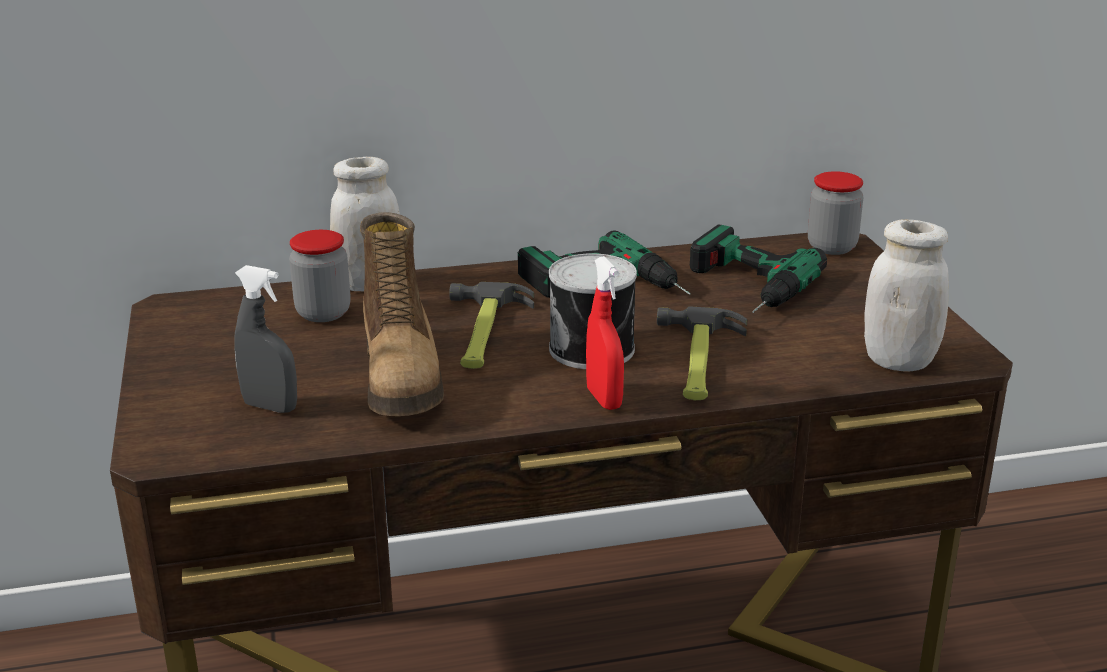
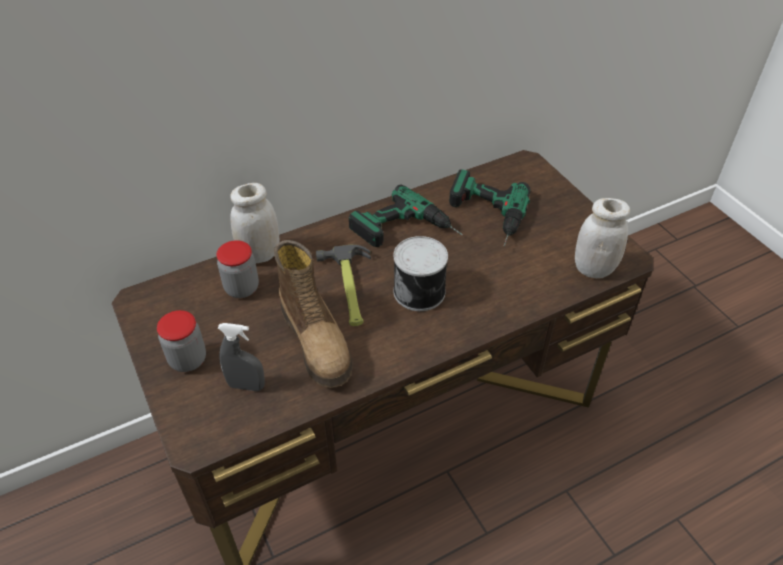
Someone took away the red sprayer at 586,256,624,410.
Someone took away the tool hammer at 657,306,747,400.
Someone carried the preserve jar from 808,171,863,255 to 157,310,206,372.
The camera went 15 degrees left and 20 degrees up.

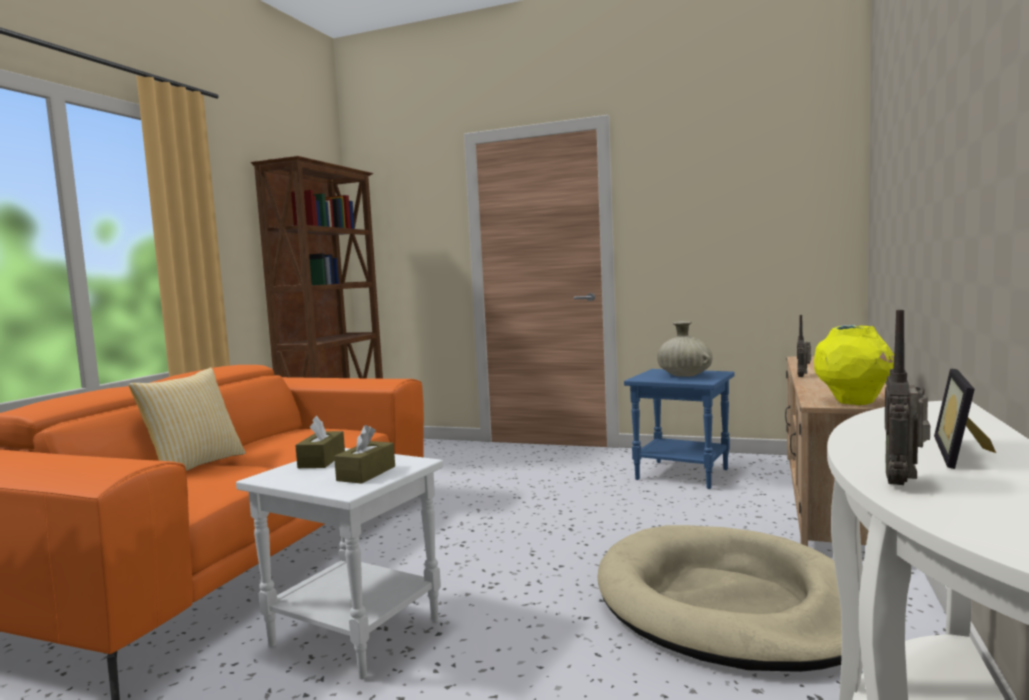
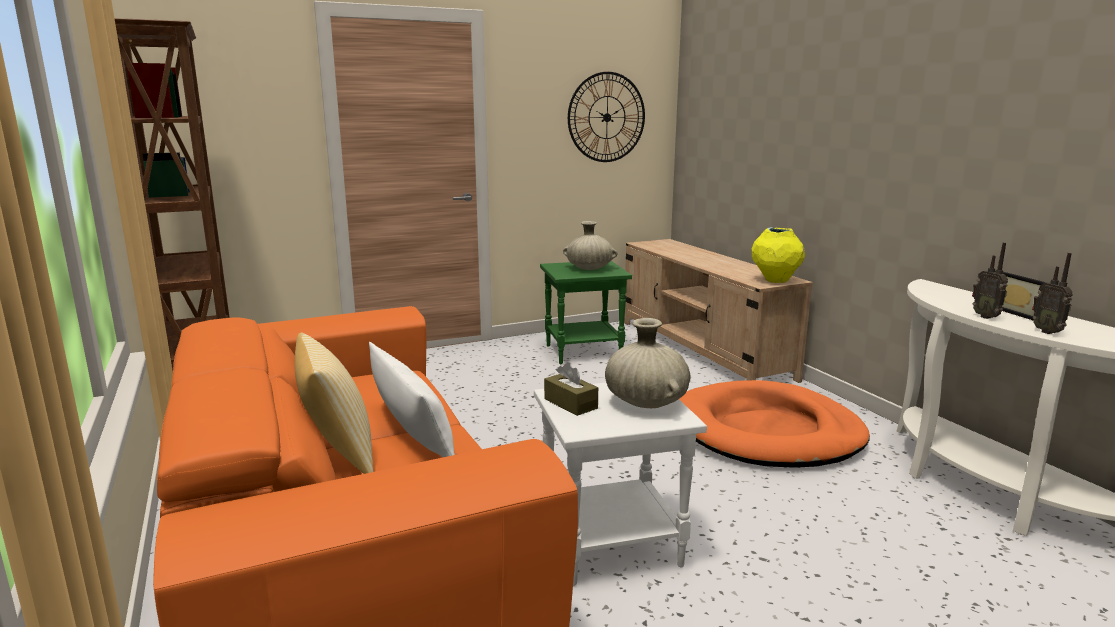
Someone put down the white cushion at 369,342,455,457.
Someone put up the clock on the wall at 568,72,645,162.
Someone carried the radio receiver from 797,315,811,377 to 972,242,1008,319.
Someone swapped the brown tissue holder at 334,425,395,484 for the sand-coloured flower vase at 605,318,691,408.
Someone repainted the sand-coloured dog bed at 597,525,842,672, which became the orangey dog bed at 679,380,870,468.
Someone repainted the bluish side table at 624,369,735,489, which became the greenish side table at 540,261,632,364.
The camera went 45 degrees left and 10 degrees up.

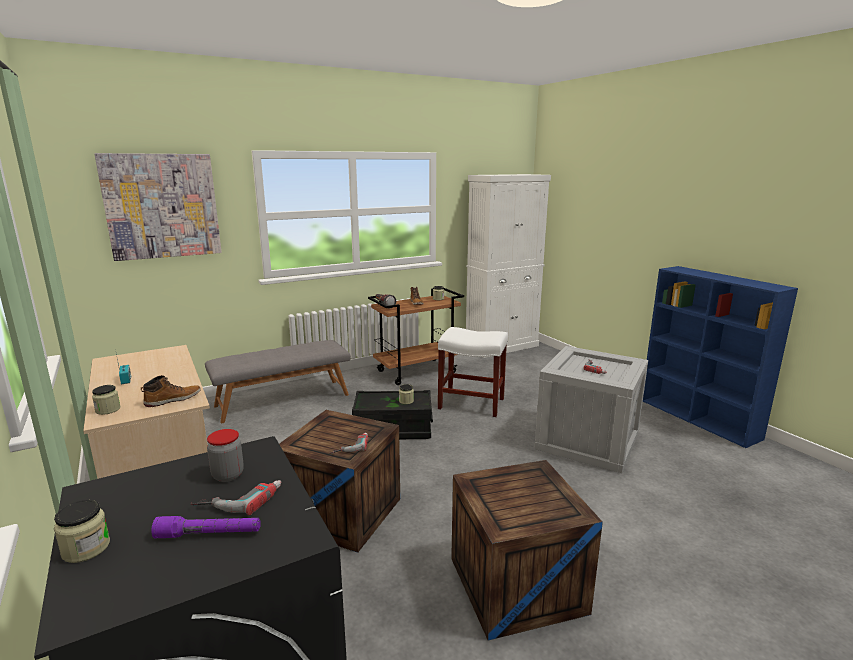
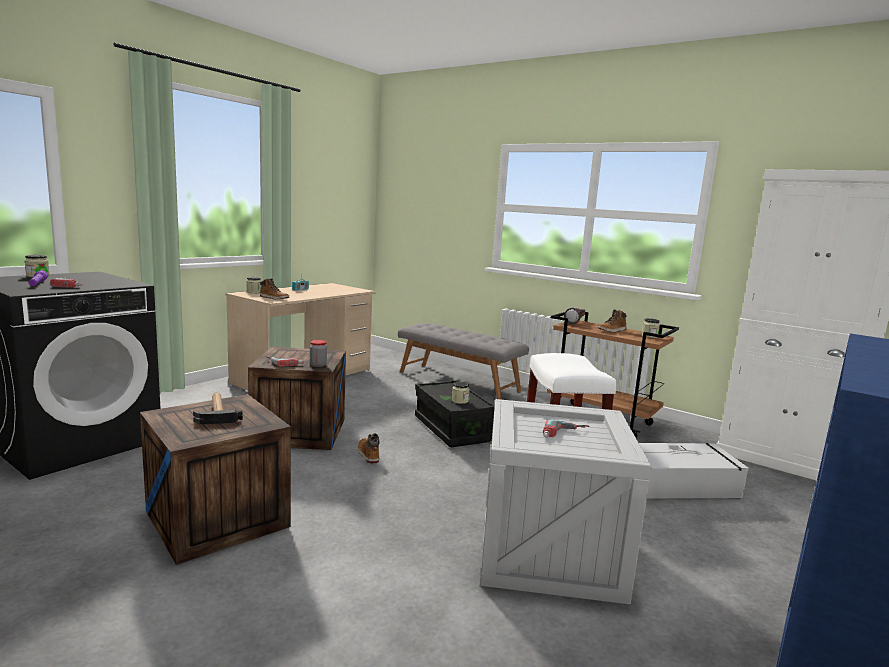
Someone took away the wall art at 94,153,222,261.
Someone put down the tool hammer at 193,393,243,424.
Someone put down the tall boot at 357,433,380,464.
Someone put down the grey storage bin at 639,443,749,498.
Someone carried the preserve jar from 207,429,244,482 to 310,340,327,367.
The camera went 65 degrees right and 5 degrees down.

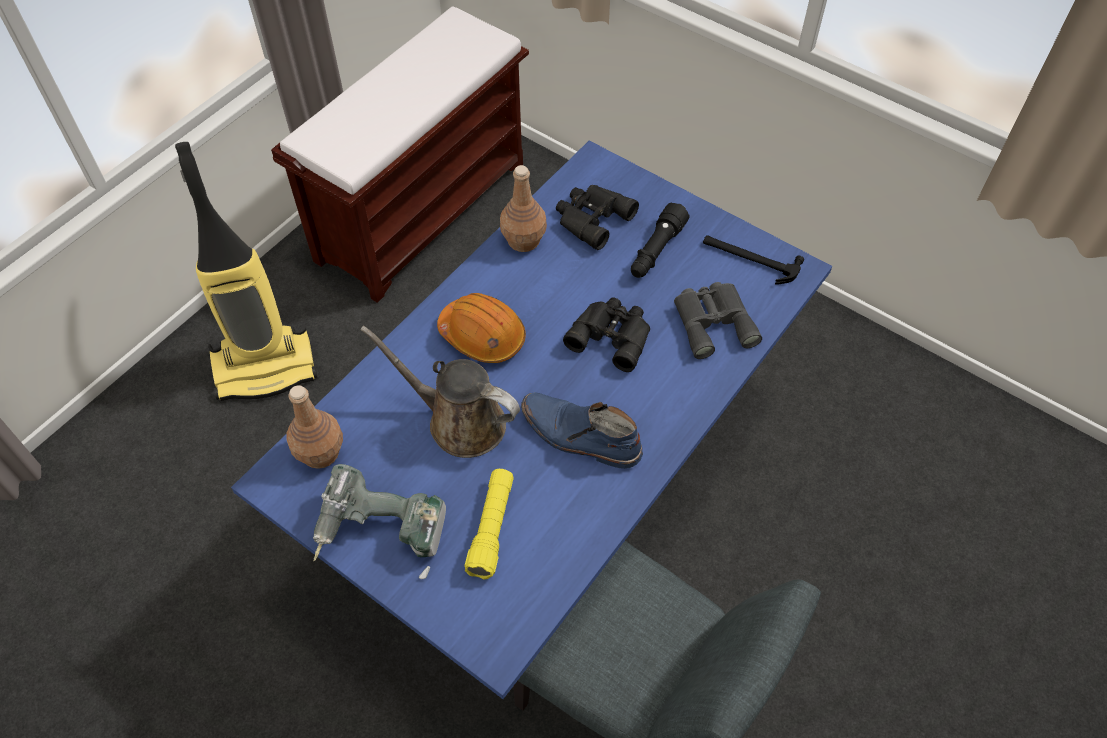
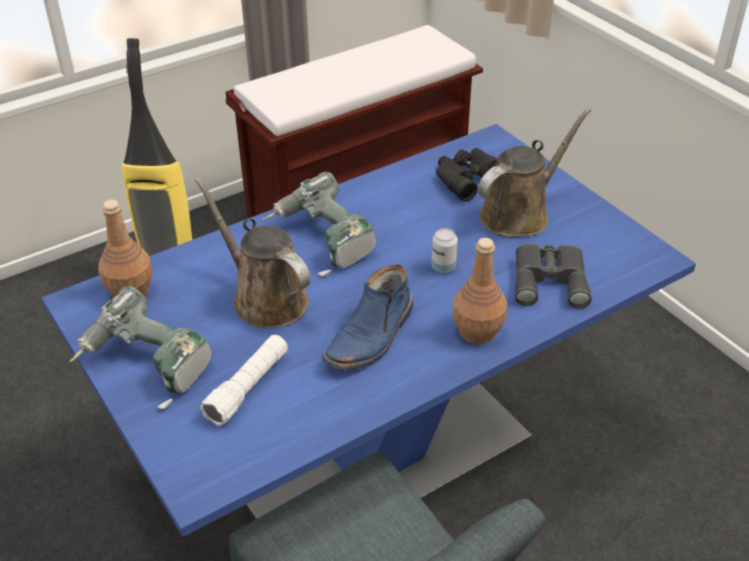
Someone took away the tool hammer at 703,235,804,285.
Someone carried the brown drink bottle from 500,165,547,252 to 452,238,507,344.
Someone swapped the orangey work helmet at 437,293,526,363 for the power drill at 262,172,376,277.
Someone swapped the blackish binoculars at 563,297,650,372 for the can at 432,228,458,273.
Someone swapped the blackish flashlight at 631,202,689,278 for the brown watering pot at 478,108,592,237.
Someone repainted the yellow-coloured flashlight at 464,469,514,580, which became the white flashlight at 200,335,288,426.
Someone rotated the bluish tall boot at 521,393,643,469 by 105 degrees counterclockwise.
The camera went 20 degrees right and 15 degrees down.

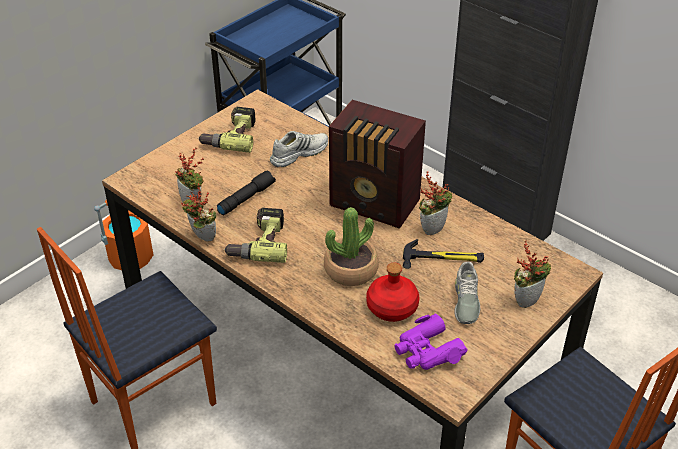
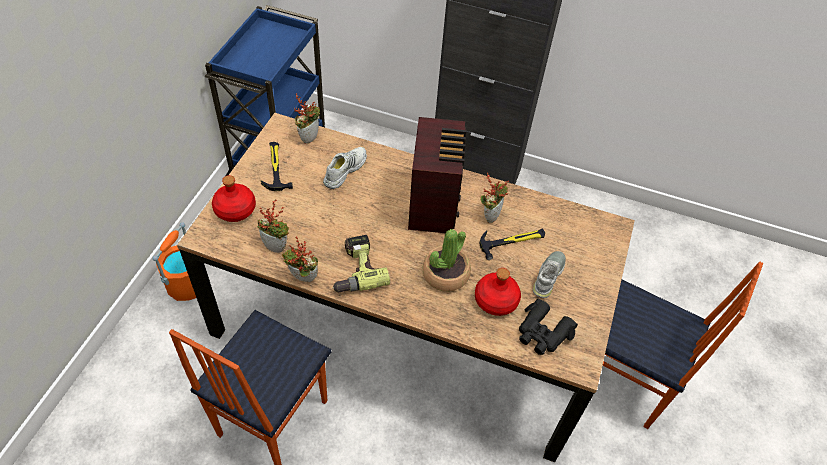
Someone took away the blackish flashlight at 217,171,276,216.
Someone put down the red drink bottle at 212,175,256,222.
Someone carried the houseplant from 514,240,551,308 to 294,93,320,144.
Someone swapped the power drill at 198,107,255,153 for the tool hammer at 261,142,293,191.
Someone repainted the purple-coloured binoculars at 394,313,468,370, which became the blackish binoculars at 519,299,578,355.
Someone rotated the radio receiver at 329,100,426,228 by 90 degrees counterclockwise.
Someone rotated the grey low shoe at 454,262,480,324 by 135 degrees counterclockwise.
The camera went 25 degrees left and 10 degrees up.

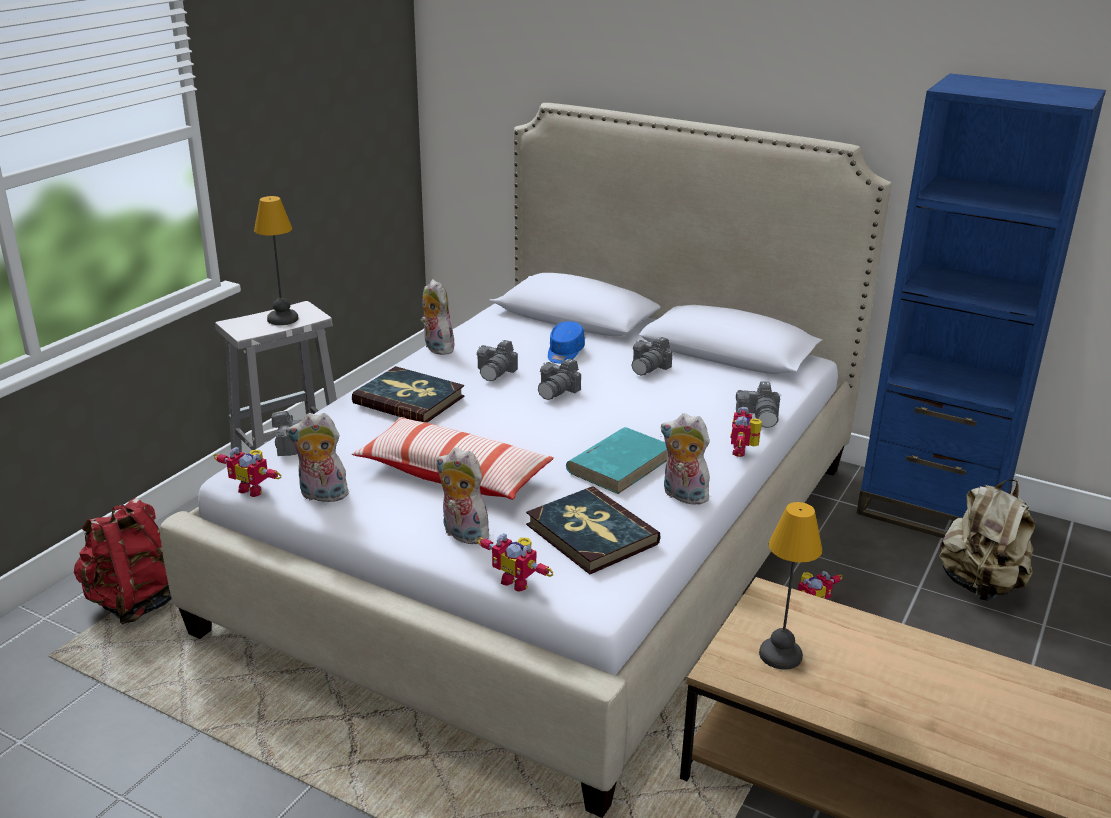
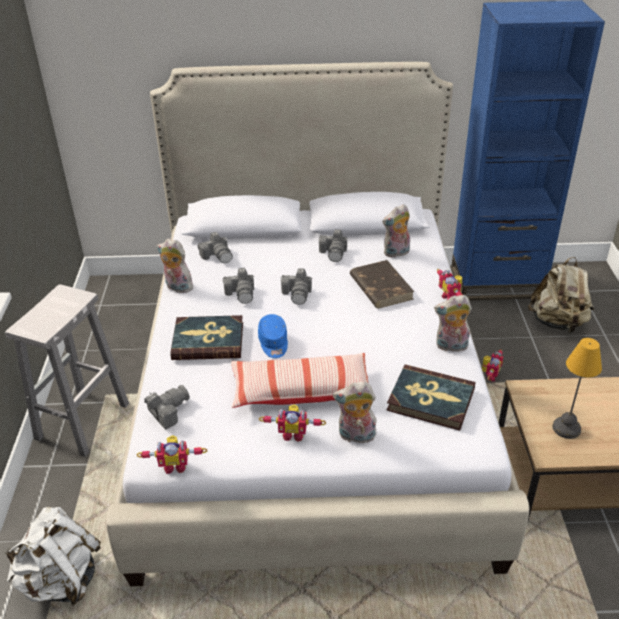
Someone took away the tabletop lamp at 254,196,299,325.
Someone took away the turquoise book at 566,427,668,494.
Someone put down the brown book at 350,260,414,308.
Someone carried the plush toy from 286,413,351,502 to 382,204,410,258.
Someone carried the model robot from 477,533,554,592 to 259,405,326,442.
Someone carried the bluish baseball cap from 548,321,585,363 to 258,314,288,358.
Someone carried the photo camera from 736,381,781,428 to 198,232,233,263.
Someone repainted the red knapsack at 74,498,172,624, which became the white knapsack at 5,507,101,606.
The camera went 30 degrees left and 10 degrees up.

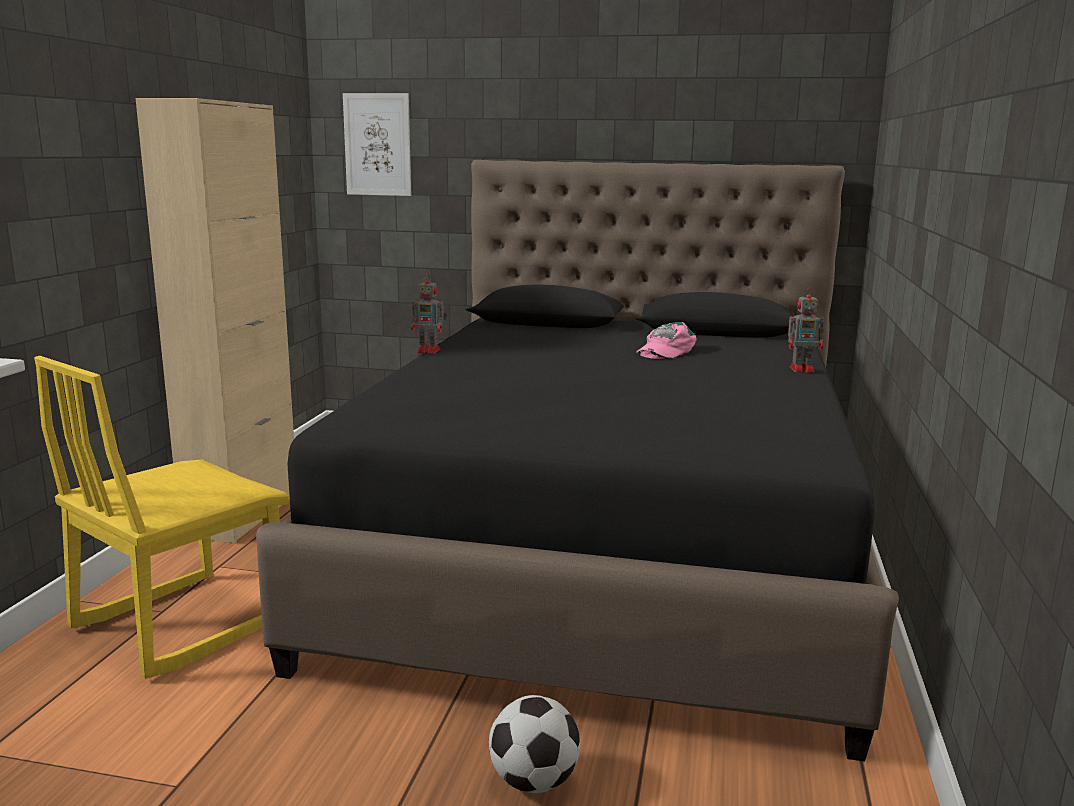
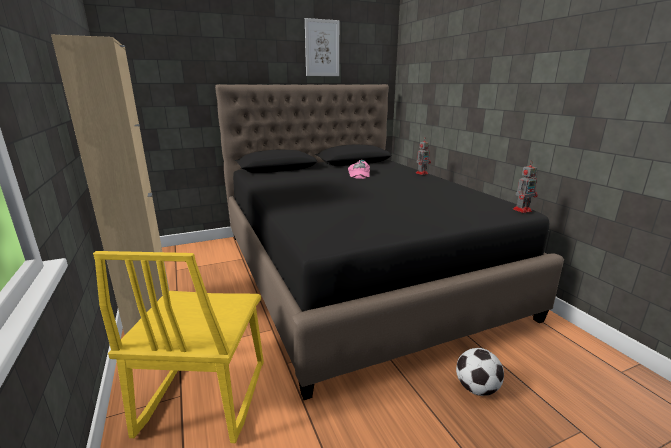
Someone carried the wall art from 343,93,411,196 to 305,18,339,76.
Someone carried the model robot from 411,274,447,354 to 513,162,538,213.
The camera went 35 degrees left and 5 degrees up.

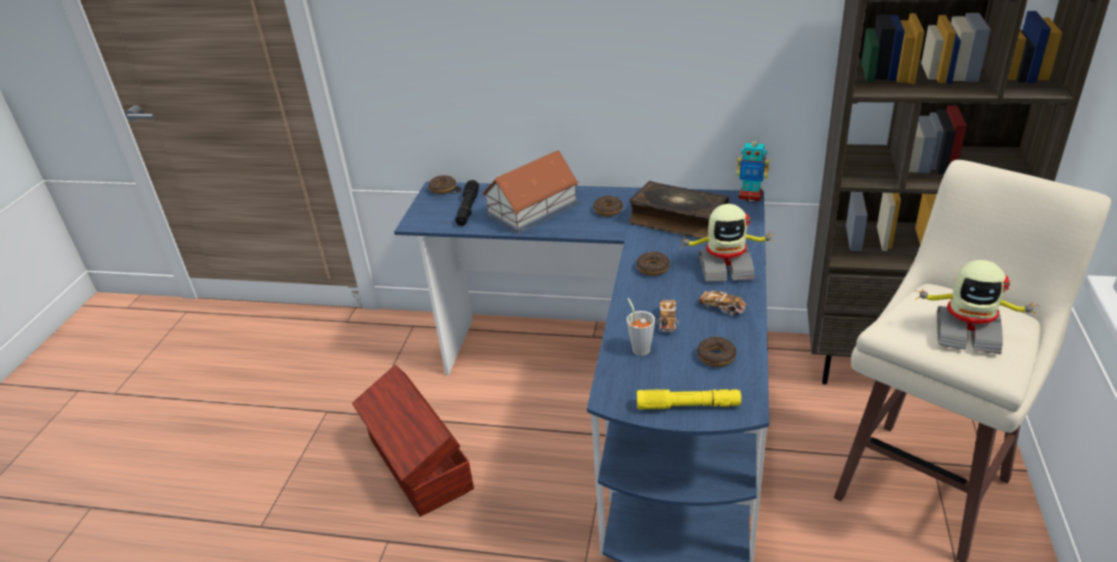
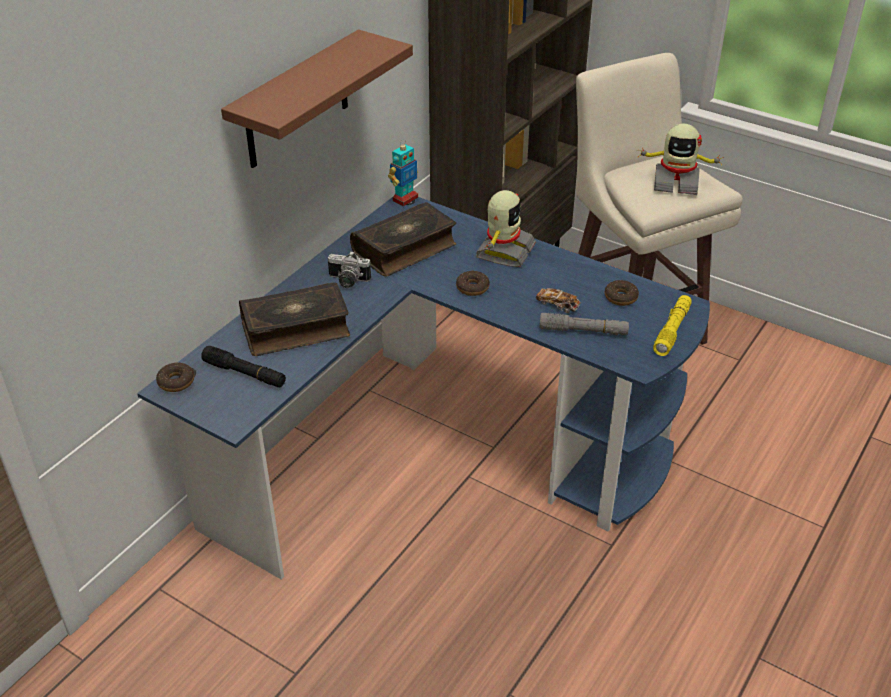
Someone took away the brown storage bin at 352,365,474,517.
Someone took away the toy car at 699,291,747,316.
Someone put up the brown shelf at 221,30,413,168.
Someone swapped the model house at 482,150,579,234 for the book at 239,282,350,356.
Someone swapped the ring doughnut at 593,196,623,216 for the photo camera at 328,251,371,288.
Someone swapped the grey drinking cup at 627,298,655,356 for the grey flashlight at 540,313,629,335.
Someone rotated the model robot at 914,260,1039,355 by 60 degrees clockwise.
The camera went 70 degrees left and 5 degrees up.

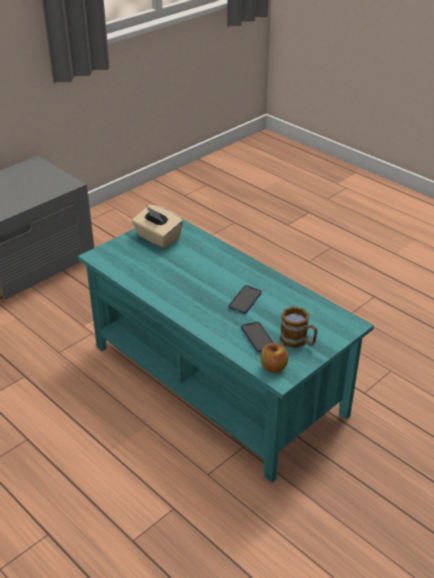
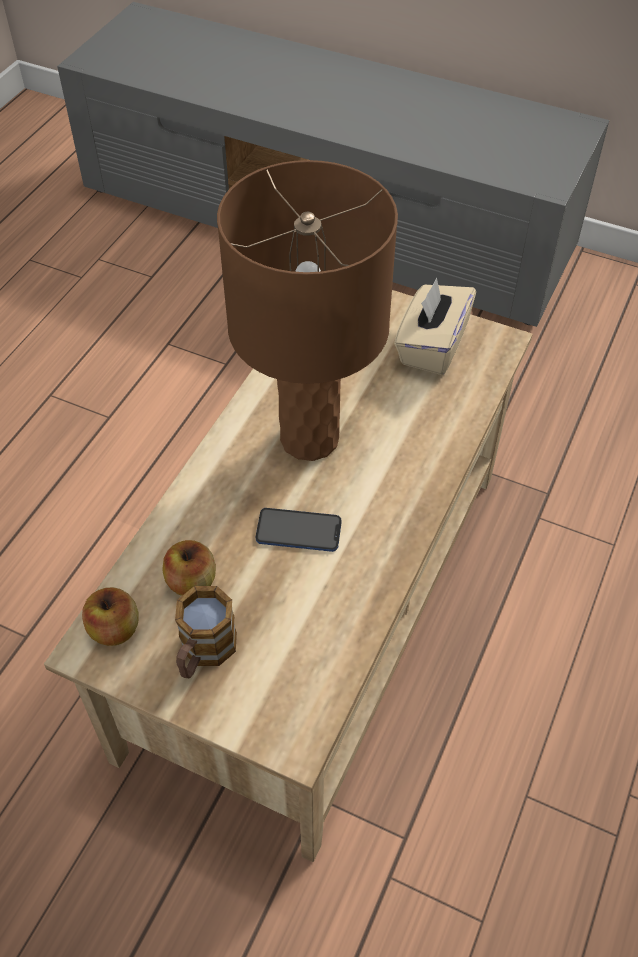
Someone put down the brown tabletop lamp at 217,160,398,461.
Someone swapped the handset at 241,322,274,353 for the apple at 163,540,216,596.
Someone repainted the turquoise lounge table at 78,218,374,483, which became the sand-coloured lounge table at 44,290,533,862.
The camera went 70 degrees right and 15 degrees up.

